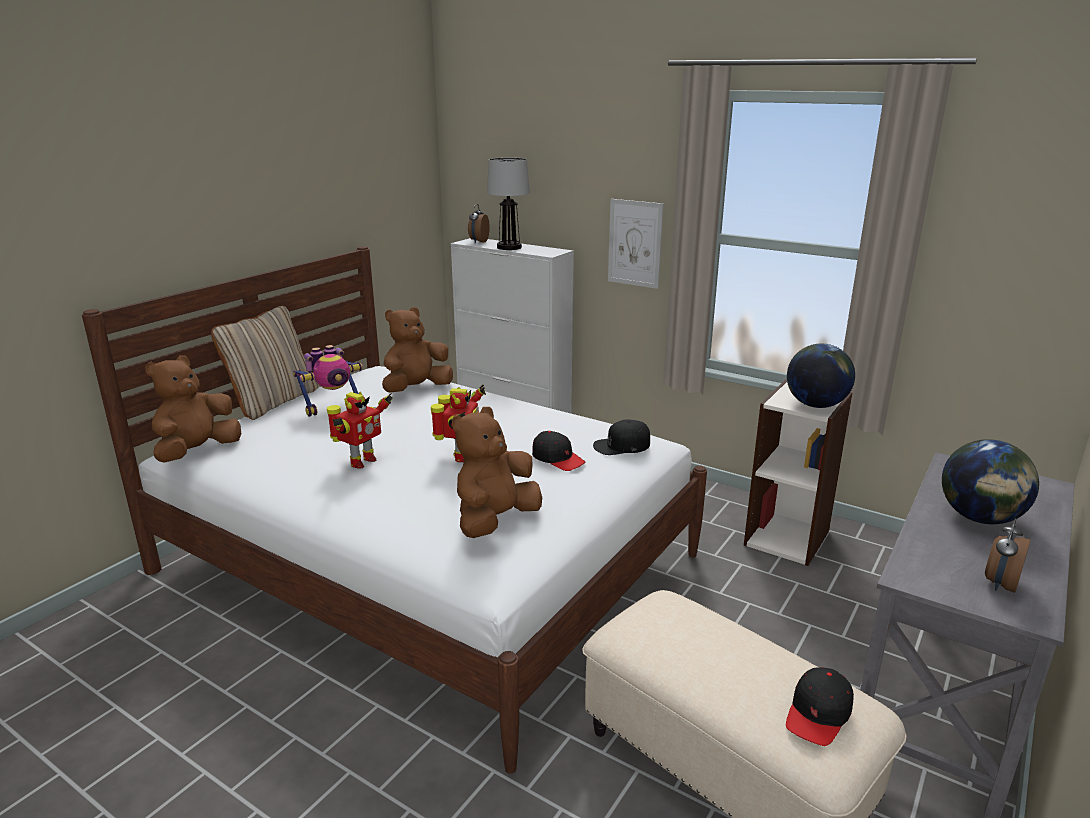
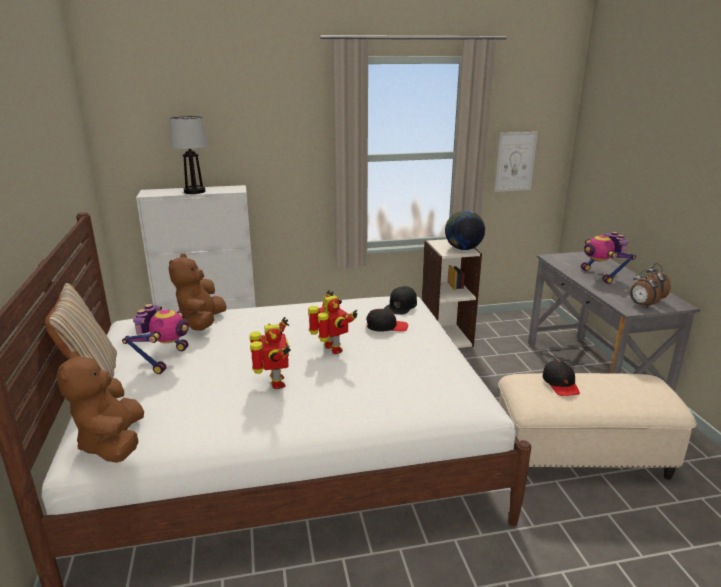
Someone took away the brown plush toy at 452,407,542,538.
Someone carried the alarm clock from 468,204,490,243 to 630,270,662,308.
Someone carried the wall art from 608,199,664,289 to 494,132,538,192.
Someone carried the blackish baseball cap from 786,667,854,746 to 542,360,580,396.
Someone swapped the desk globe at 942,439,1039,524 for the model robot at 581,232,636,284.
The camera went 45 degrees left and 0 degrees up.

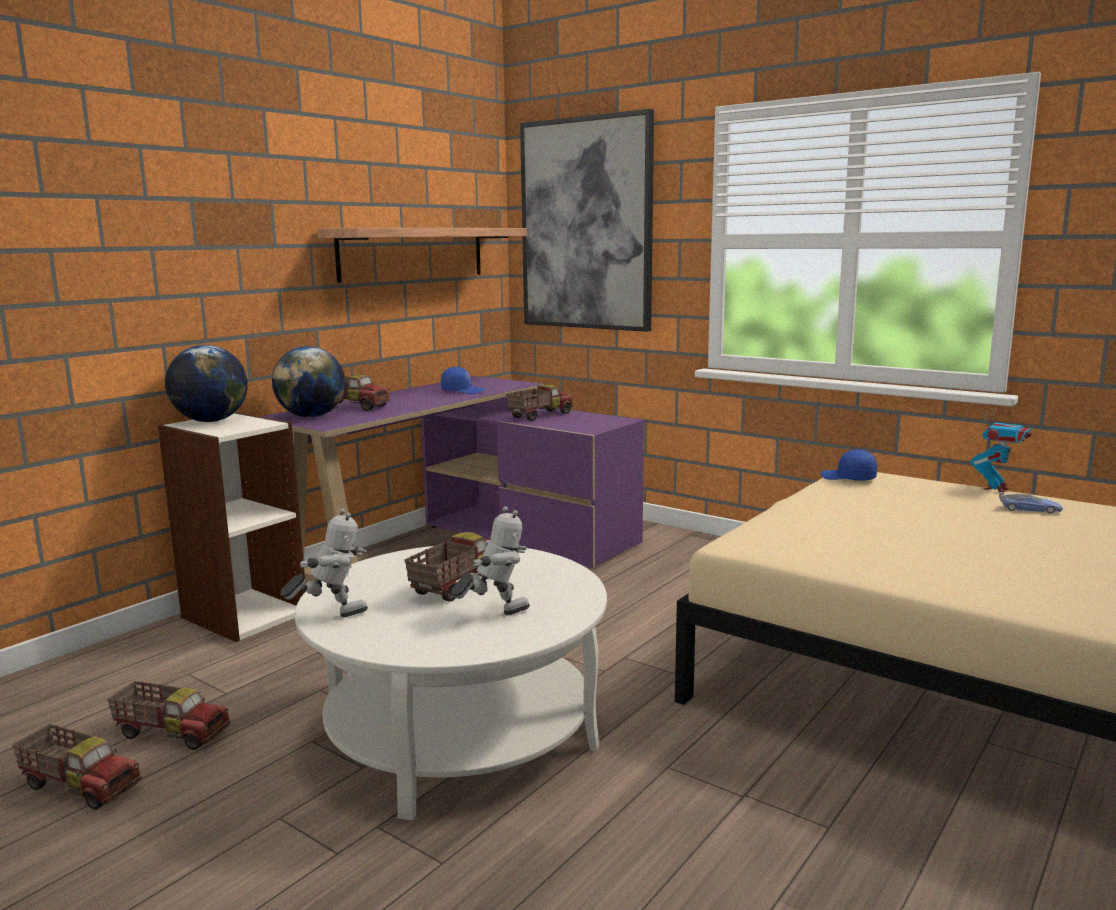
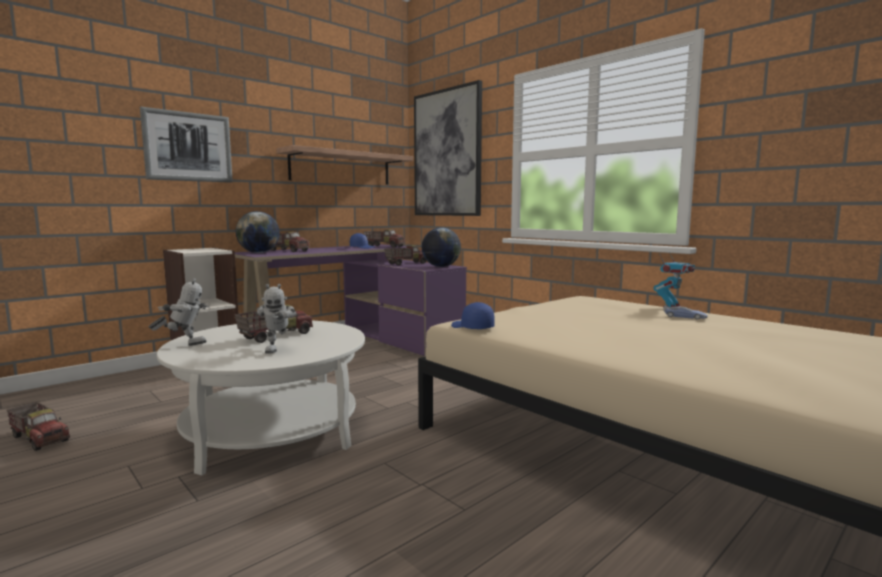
Someone put up the wall art at 140,107,233,183.
Someone carried the toy lorry from 107,681,230,750 to 364,229,405,248.
Someone carried the desk globe from 165,345,248,422 to 422,227,461,267.
Someone carried the bluish baseball cap from 820,449,877,480 to 451,302,495,329.
Someone rotated the model robot at 451,506,530,615 by 105 degrees clockwise.
The camera went 10 degrees right and 5 degrees down.

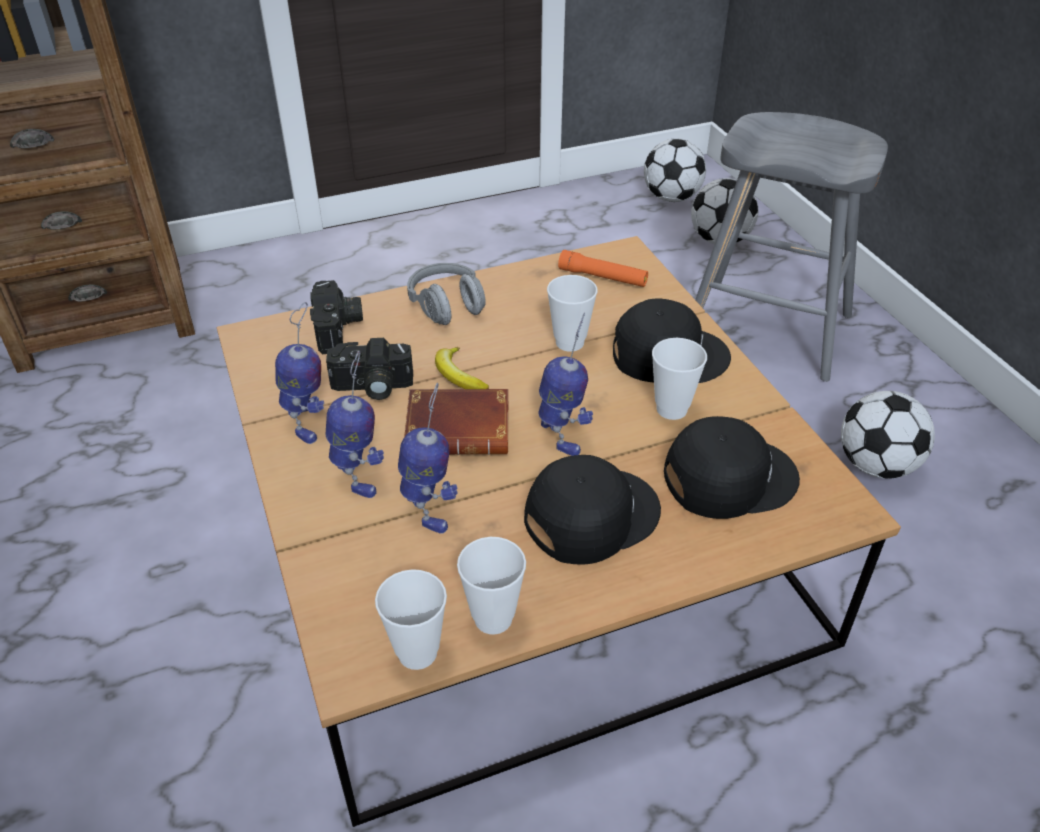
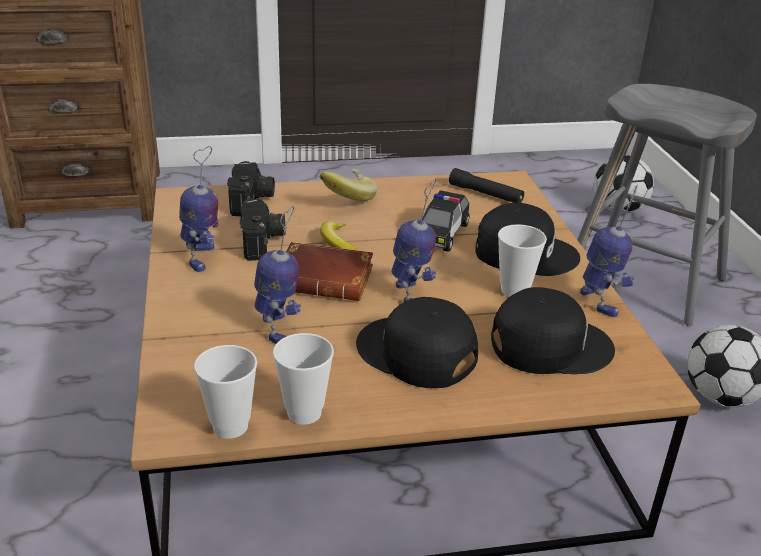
Someone took away the football at 644,138,706,202.
Someone carried the model robot from 326,350,384,498 to 580,185,638,318.
Someone swapped the grey pair of headphones at 407,263,486,325 for the whole banana at 320,169,377,201.
Someone swapped the drinking cup at 547,275,597,352 for the toy car at 422,190,470,252.
Someone repainted the orangey flashlight at 558,250,648,287, which became the blackish flashlight at 449,168,524,203.
Someone rotated the photo camera at 326,338,413,400 by 105 degrees counterclockwise.
Someone rotated the blackish baseball cap at 524,455,661,565 by 120 degrees counterclockwise.
The camera went 10 degrees right and 10 degrees down.

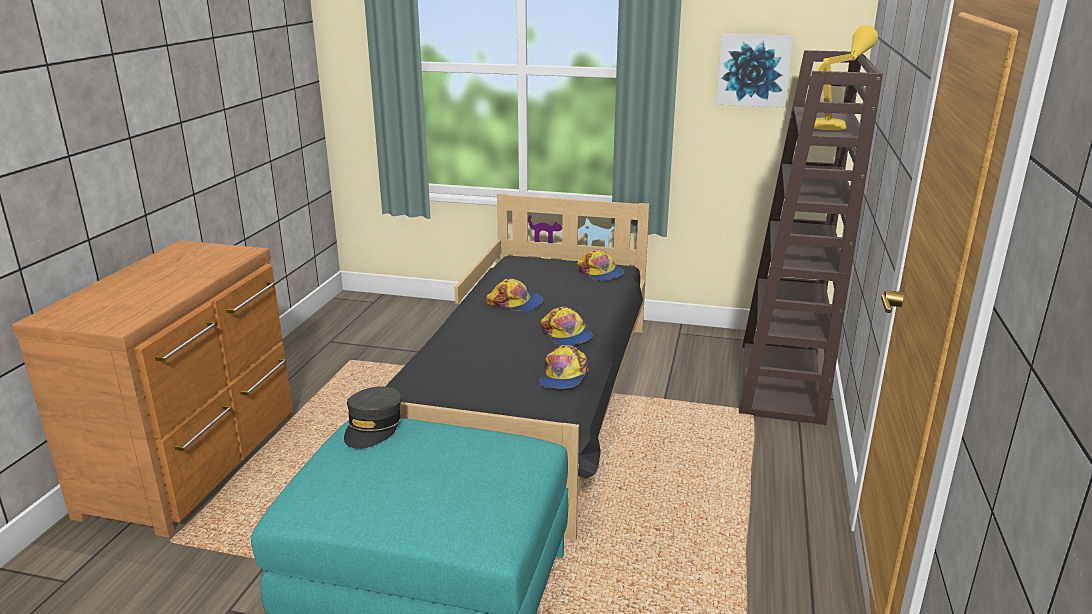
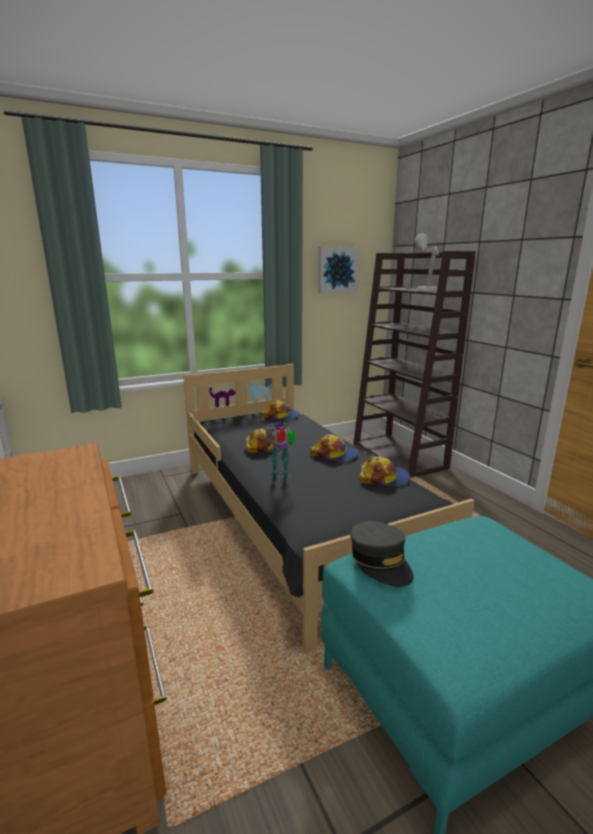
Someone put down the model robot at 265,422,296,478.
Someone repainted the yellow-coloured tabletop lamp at 814,25,878,130, which became the grey tabletop lamp at 415,233,439,291.
Someone rotated the baseball cap at 539,345,589,389 by 60 degrees counterclockwise.
The camera went 40 degrees left and 5 degrees down.

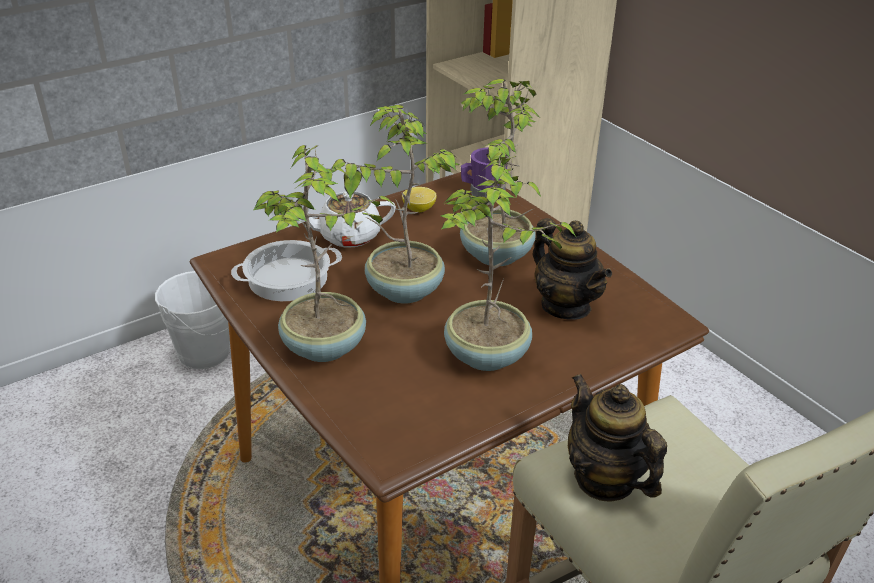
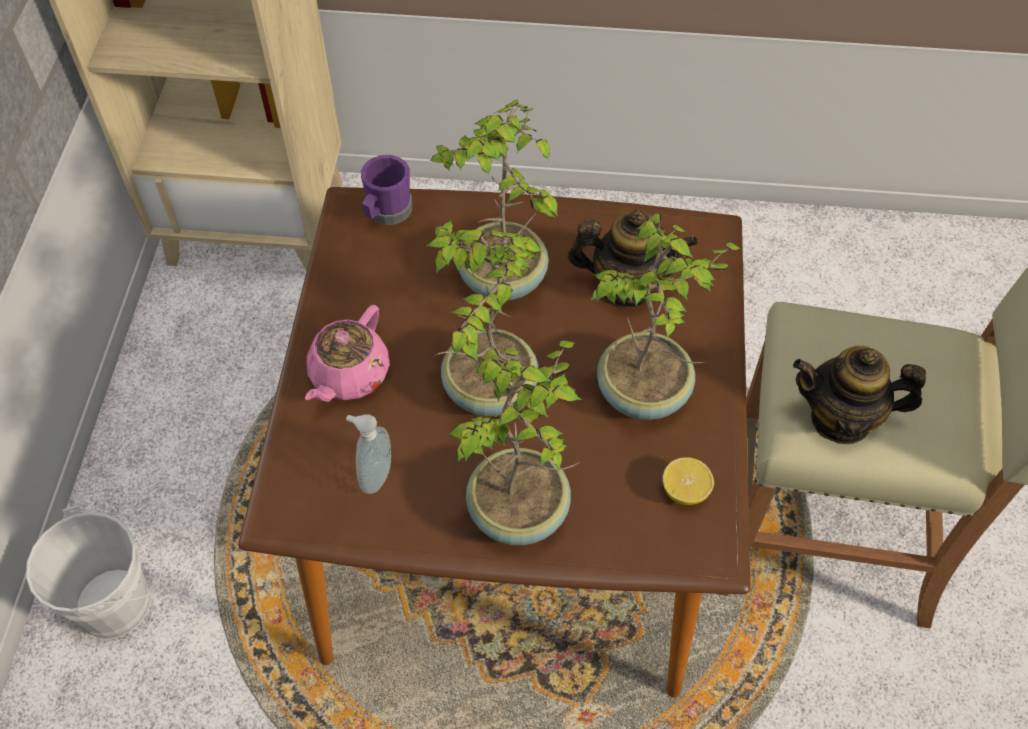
Someone carried the lemon from 402,187,437,213 to 662,457,714,505.
Someone swapped the cooking pot at 231,240,342,301 for the soap bottle at 346,414,391,494.
Someone repainted the white tea pot at 308,192,396,247, which became the pink-coloured tea pot at 305,305,390,402.
The camera went 50 degrees left and 20 degrees up.

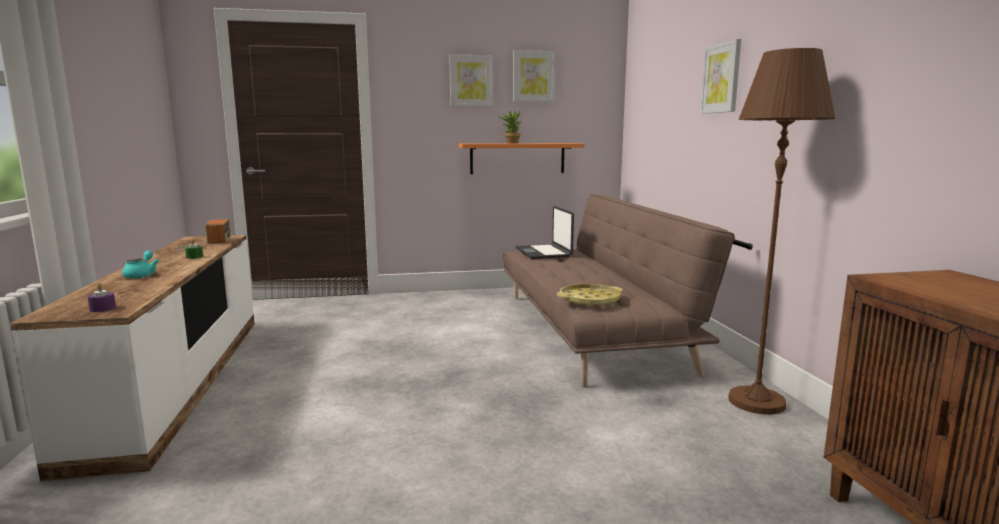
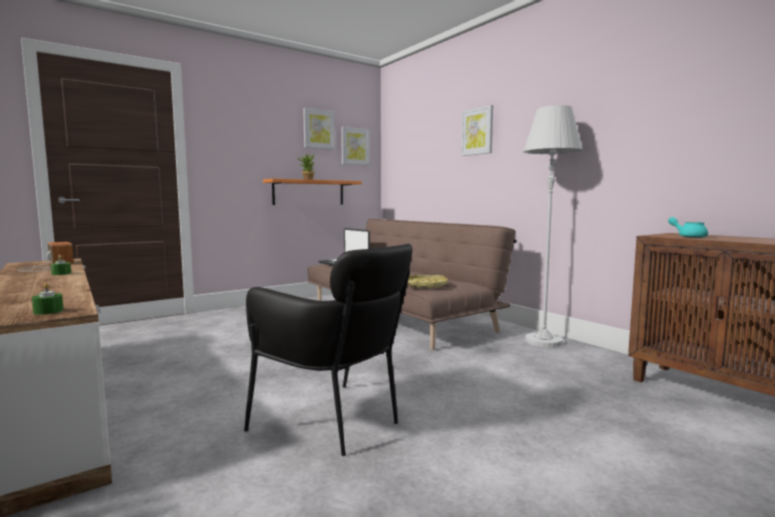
Someone put down the blackish easy chair at 244,244,413,456.
Someone carried the turquoise tea pot from 122,251,159,278 to 668,217,708,238.
Someone carried the wall art from 449,54,493,107 to 341,127,370,165.
Someone repainted the purple-coloured wax candle at 87,283,116,312, which became the greenish wax candle at 32,283,64,315.
Someone repainted the brown floor lamp at 728,48,835,415, which became the white floor lamp at 523,105,583,347.
The camera went 25 degrees left and 5 degrees down.

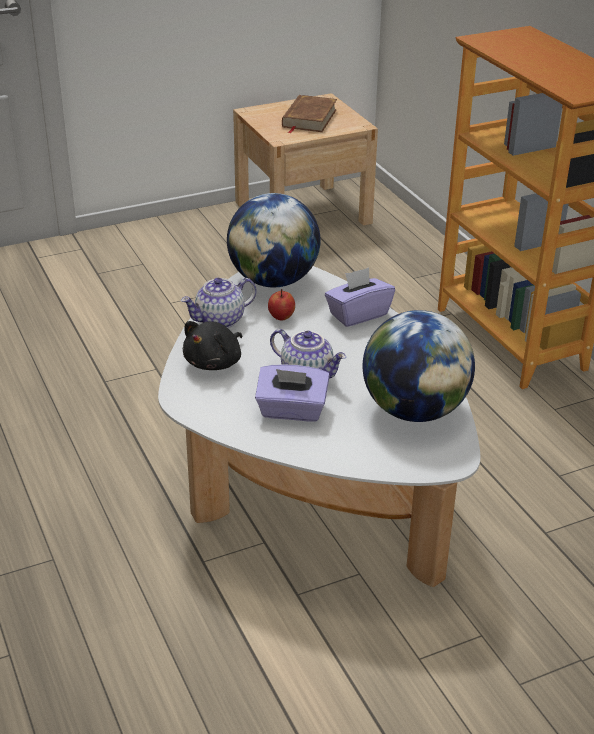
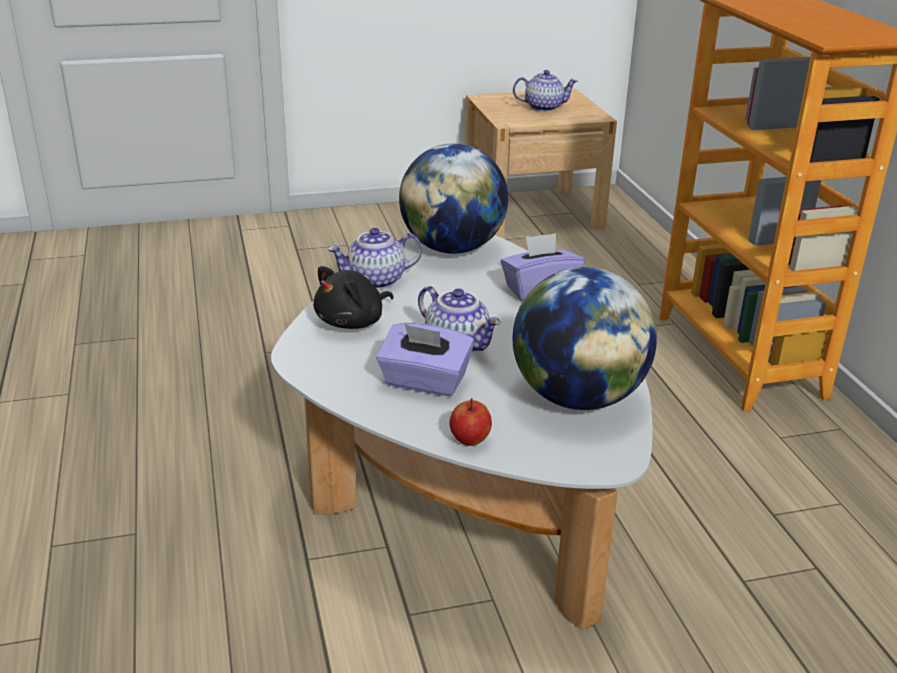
Someone carried the apple from 268,289,295,320 to 450,398,492,446.
Someone swapped the brown book at 282,95,337,133 for the tea pot at 513,70,578,112.
The camera went 10 degrees right and 5 degrees down.

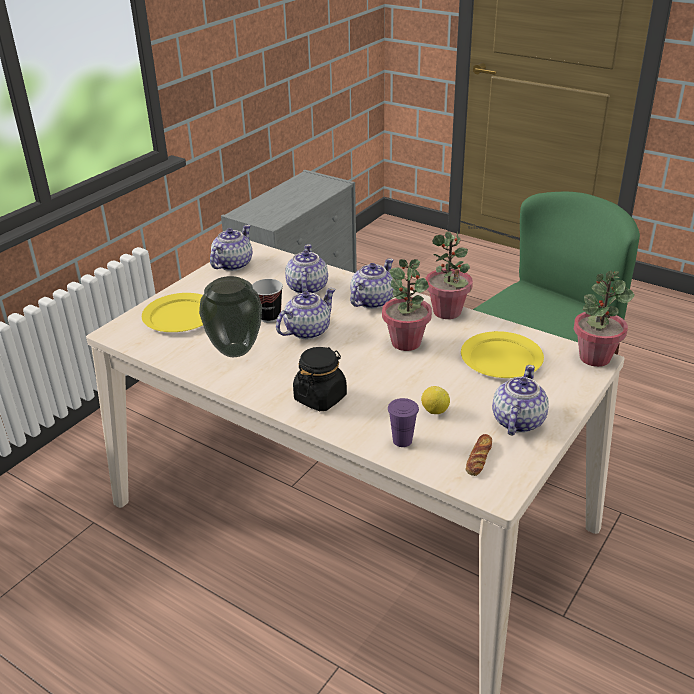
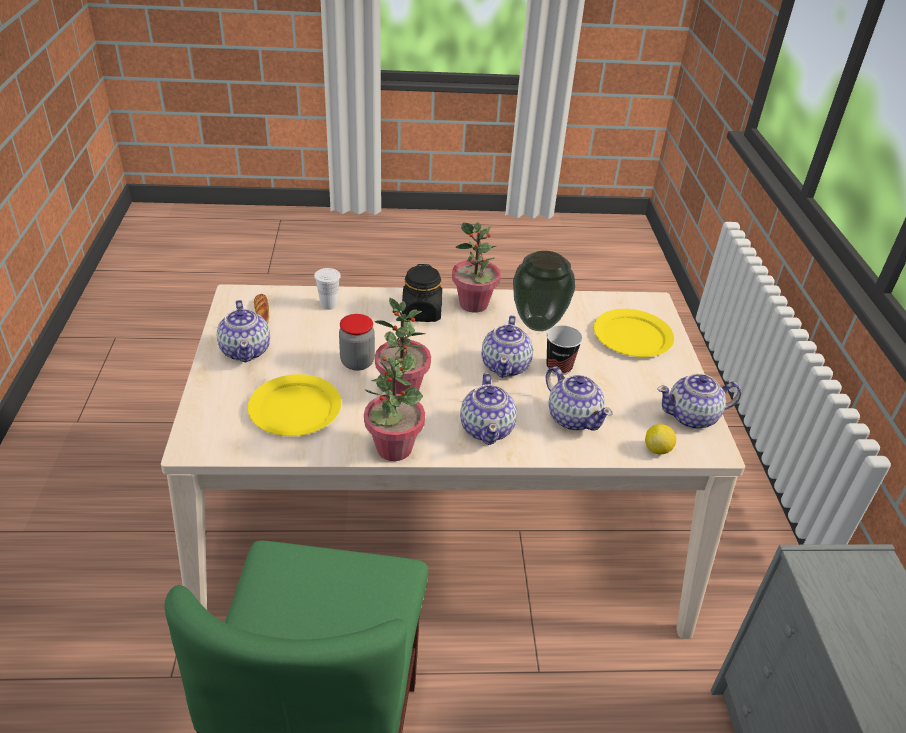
Someone put down the preserve jar at 339,314,375,371.
Someone carried the lemon from 421,386,450,414 to 645,424,676,455.
Someone carried the houseplant from 574,270,635,367 to 452,222,501,313.
Someone repainted the purple-coloured drinking cup at 388,398,419,447, which became the white drinking cup at 314,268,341,310.
Someone rotated the tea pot at 210,225,252,271 by 90 degrees clockwise.
The camera went 140 degrees right and 5 degrees up.

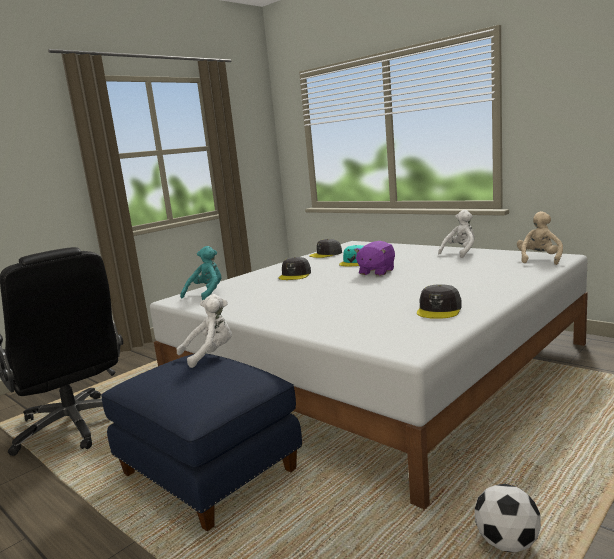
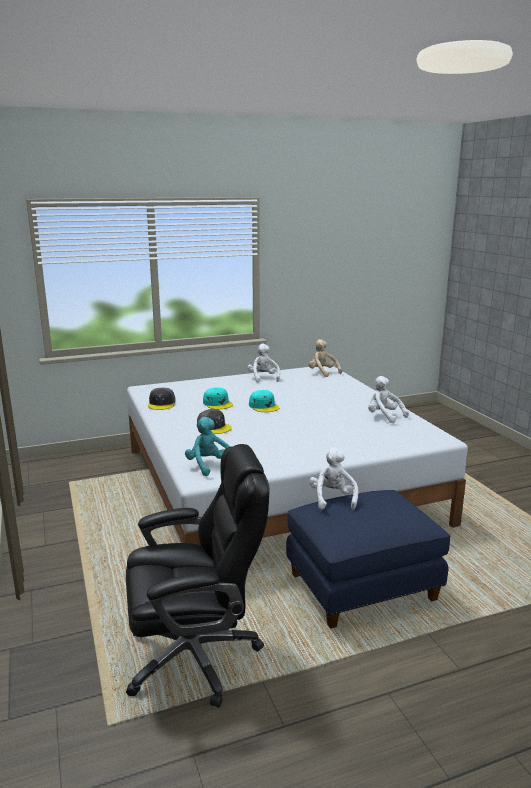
Someone took away the football at 475,484,541,552.
Someone swapped the purple-coloured plush toy at 354,241,395,276 for the turquoise baseball cap at 249,390,279,412.
Someone swapped the grey baseball cap at 417,284,462,319 for the white plush toy at 368,376,409,423.
The camera went 65 degrees left and 5 degrees up.

